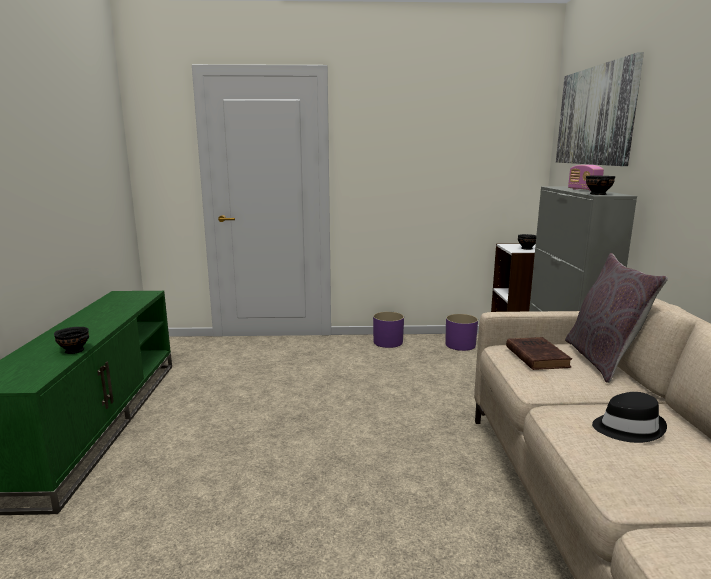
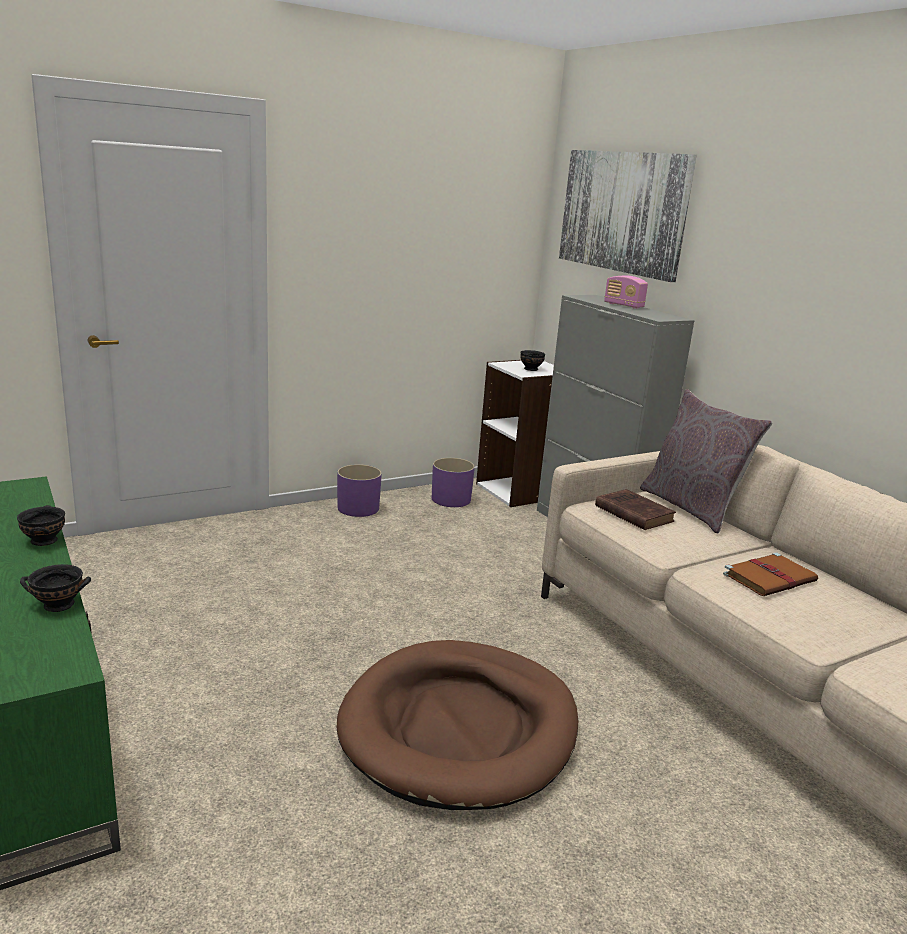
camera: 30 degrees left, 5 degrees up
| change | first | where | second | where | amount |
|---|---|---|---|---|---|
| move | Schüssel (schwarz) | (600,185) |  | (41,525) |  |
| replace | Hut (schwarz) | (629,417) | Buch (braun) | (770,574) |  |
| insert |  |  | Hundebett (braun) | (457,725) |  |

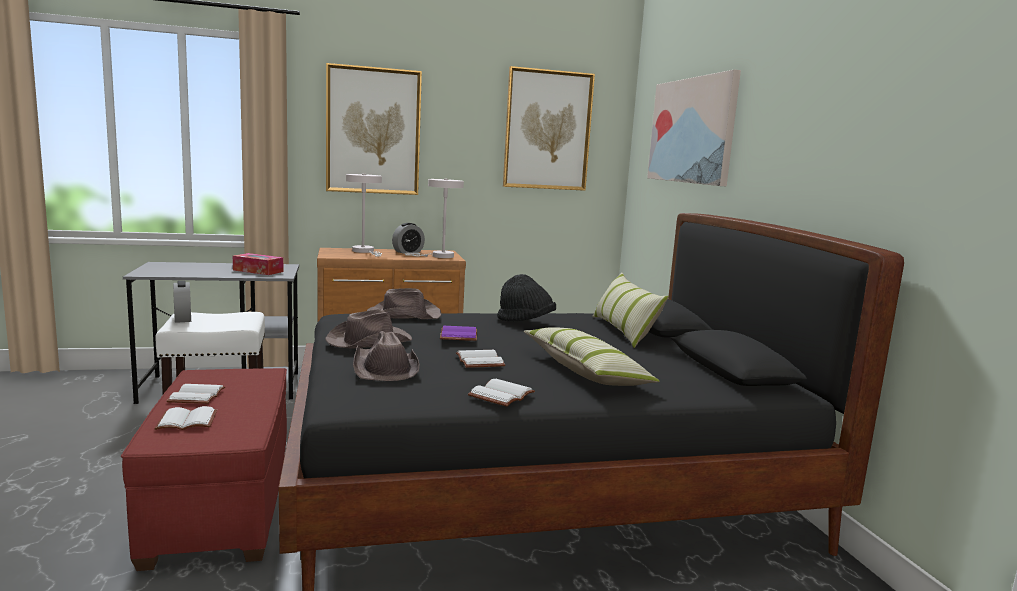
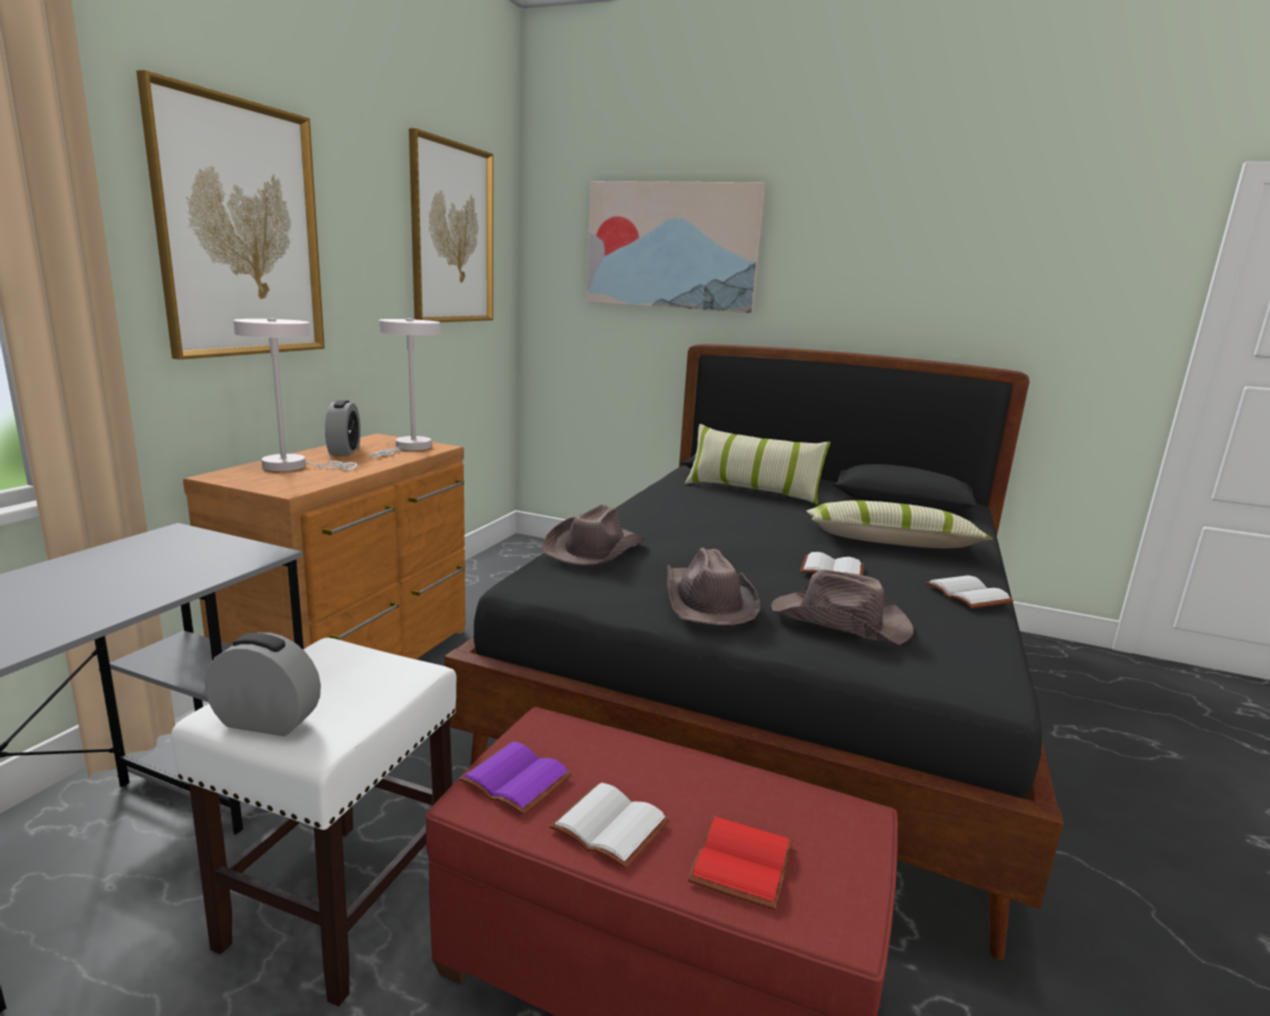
camera: 55 degrees left, 5 degrees up
| change | first | where | second | where | amount |
|---|---|---|---|---|---|
| recolor | Buch (weiß) | (186,418) | Buch (rot) | (740,863) |  |
| delete | Taschentuchbox | (258,264) |  |  |  |
| move | Buch (lila) | (458,333) |  | (515,778) |  |
| delete | Hut (schwarz) | (526,297) |  |  |  |

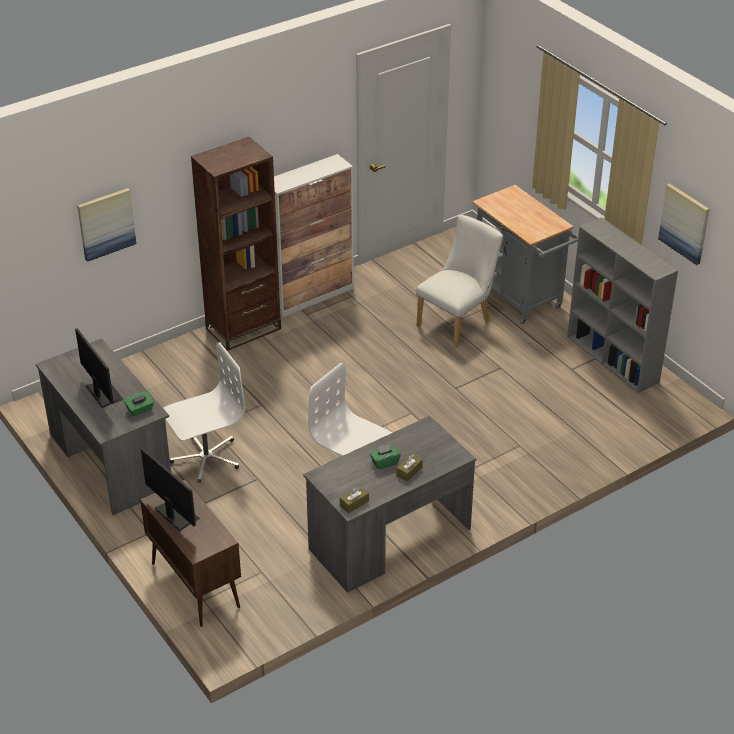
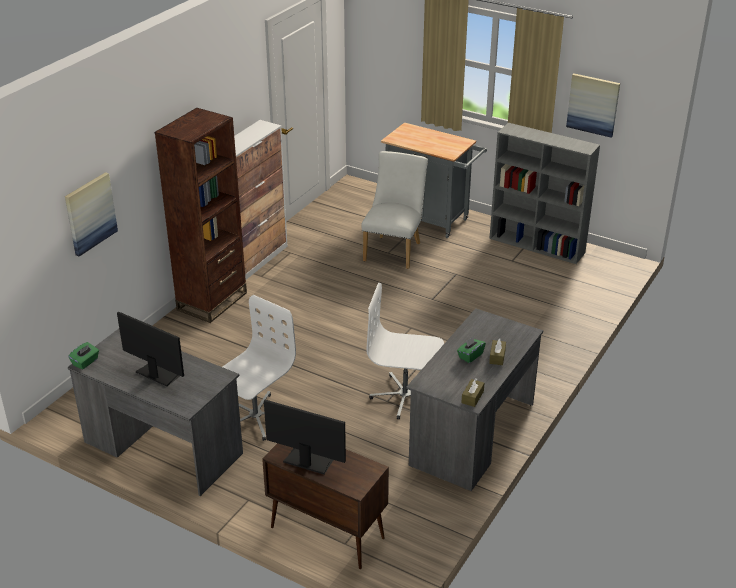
camera: 25 degrees left, 5 degrees down
| change | first | where | second | where | amount |
|---|---|---|---|---|---|
| move | Taschentuchbox (grün) | (139,404) |  | (83,355) |  |

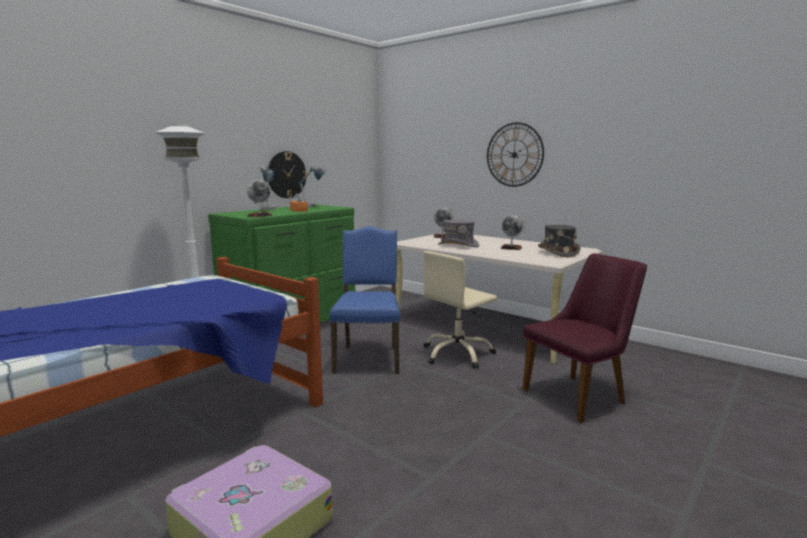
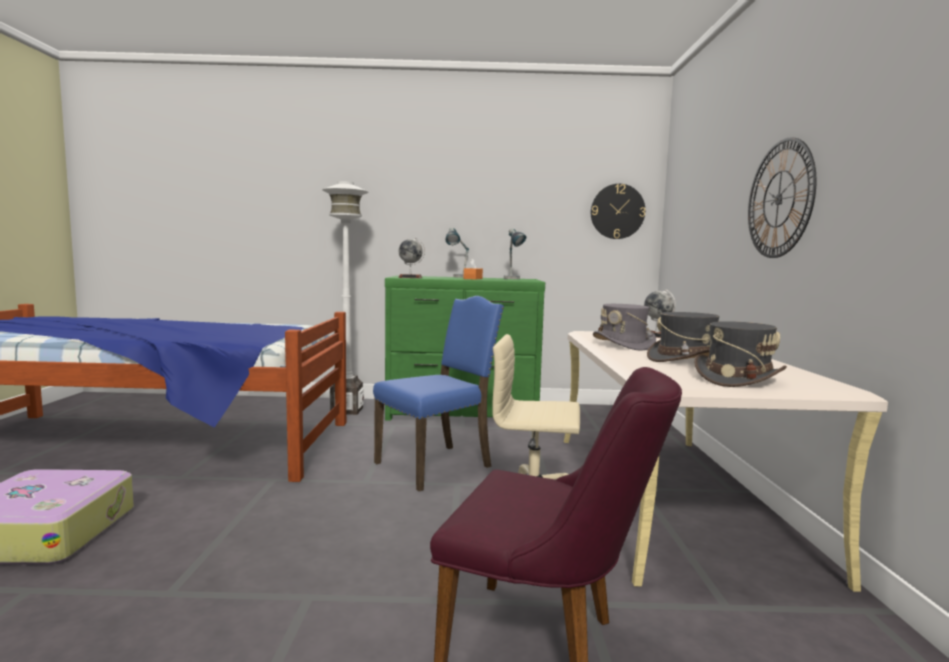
camera: 50 degrees right, 5 degrees down
| change | first | where | second | where | amount |
|---|---|---|---|---|---|
| move | Wanduhr | (287,174) |  | (618,211) |  |
| replace | Globus | (513,232) | Hut (grau) | (683,337) |  |

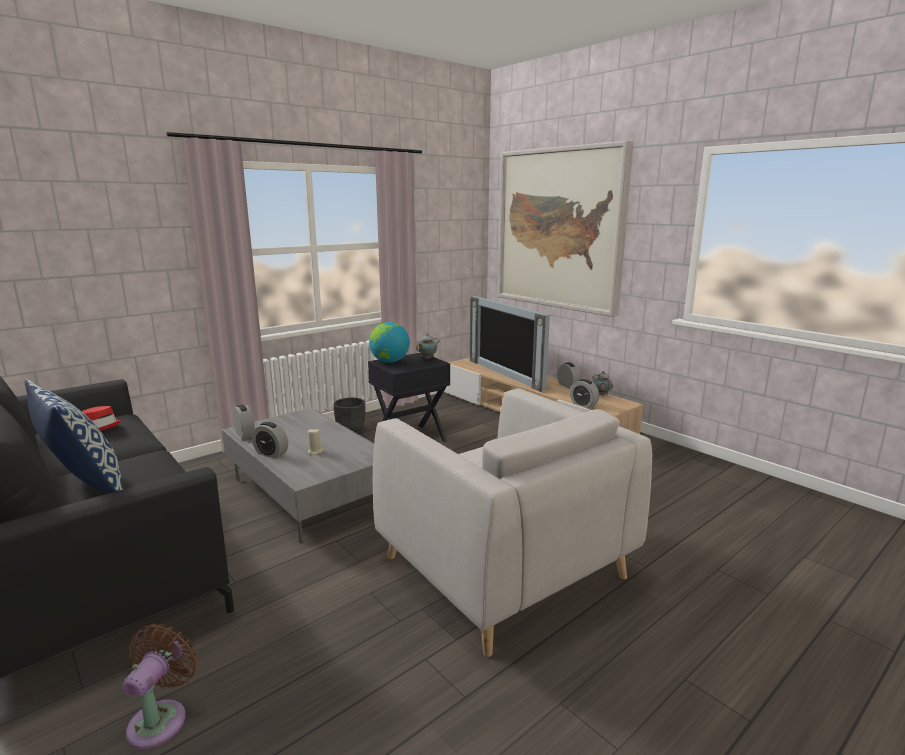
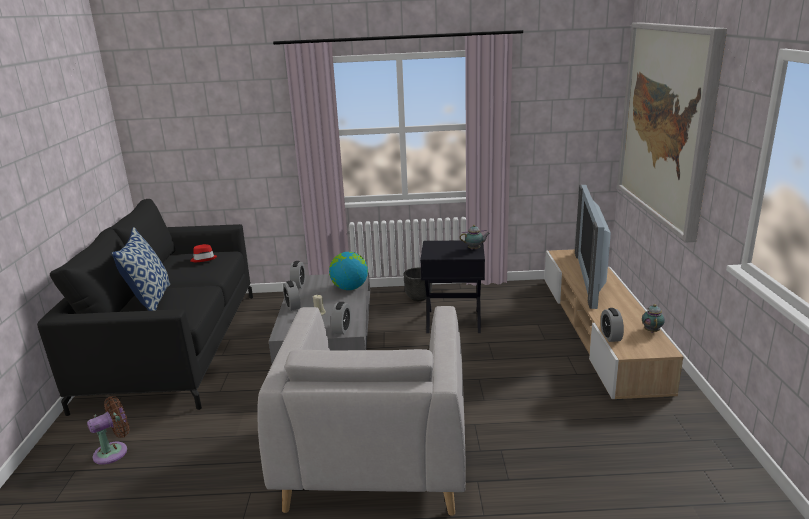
camera: 40 degrees right, 5 degrees up
| change | first | where | second | where | amount |
|---|---|---|---|---|---|
| move | Globus | (389,342) |  | (348,271) |  |
| move | Wecker | (568,375) |  | (341,318) |  |

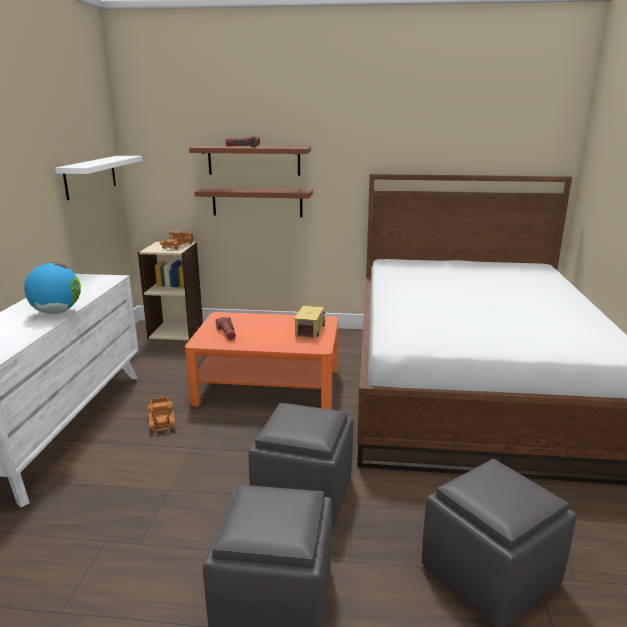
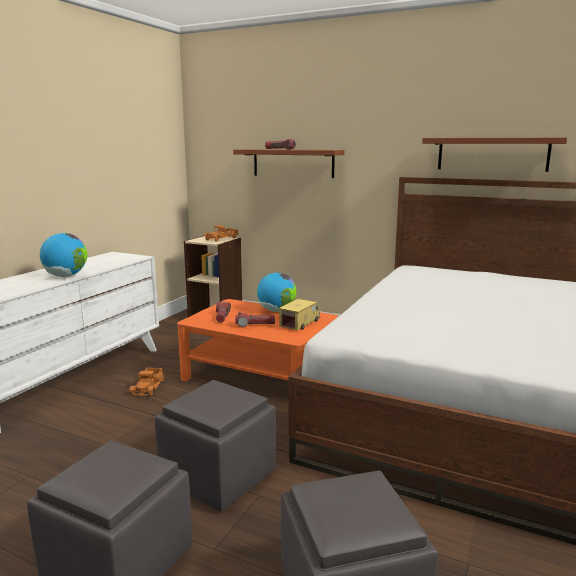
camera: 20 degrees right, 5 degrees down
| change | first | where | second | where | amount |
|---|---|---|---|---|---|
| delete | Wandregal (weiß) | (98,178) |  |  |  |
| move | Wandregal (braun) | (253,202) |  | (494,155) |  |
| insert |  |  | Taschenlampe | (255,319) |  |
| insert |  |  | Globus | (276,292) |  |

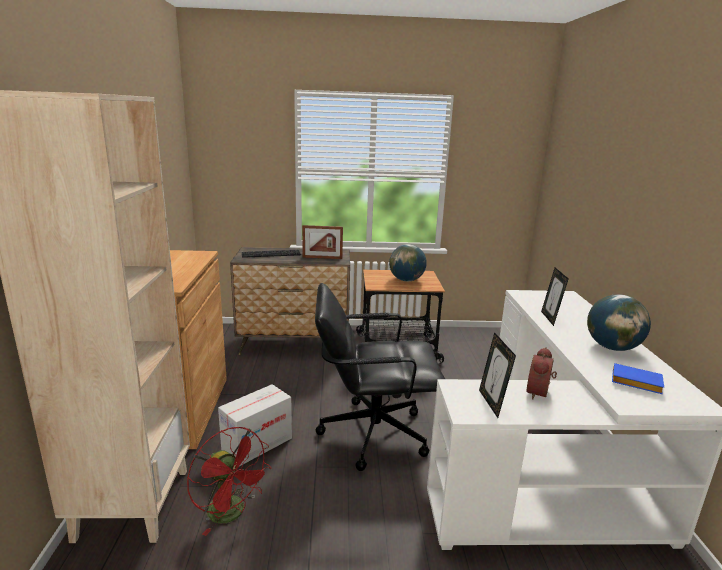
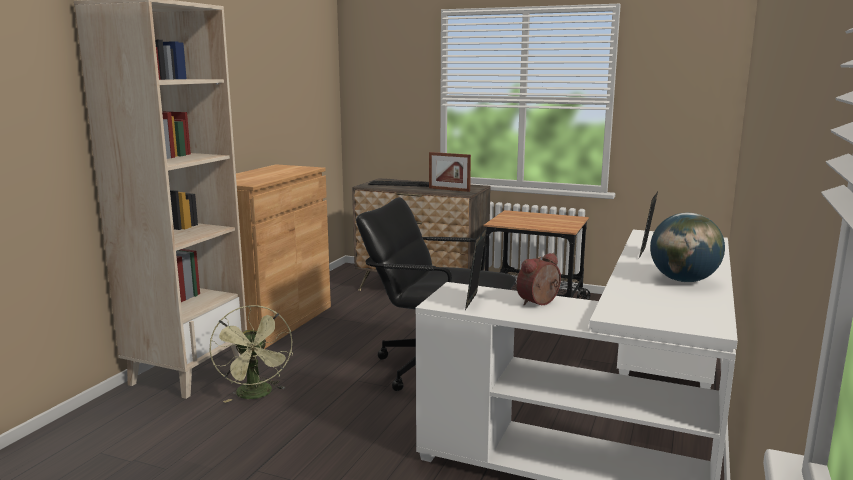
camera: 25 degrees right, 5 degrees down
| change | first | where | second | where | amount |
|---|---|---|---|---|---|
| recolor | Ventilator (rot) | (229,481) | Ventilator (grün) | (251,354) |  |
| delete | Karton | (255,425) |  |  |  |
| delete | Globus | (408,262) |  |  |  |
| delete | Buch (blau) | (638,378) |  |  |  |

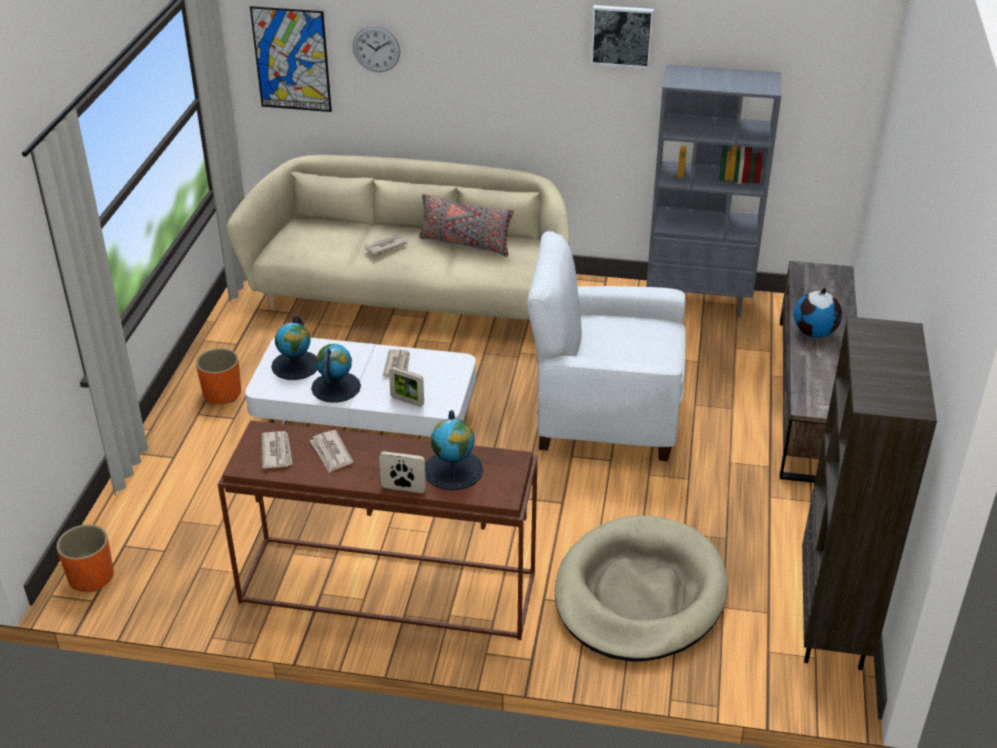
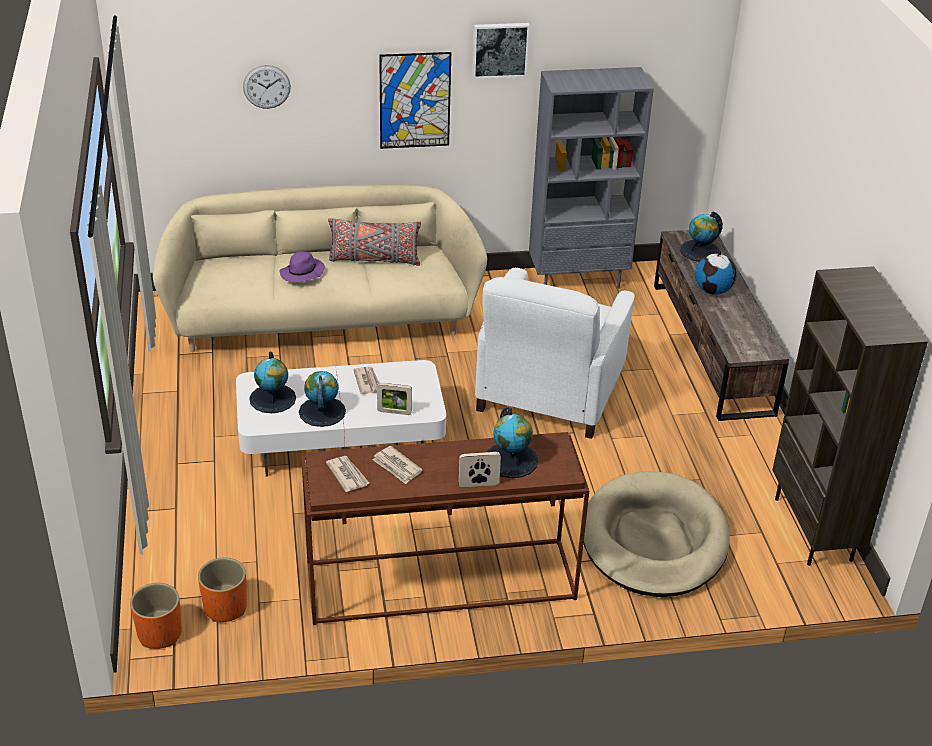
camera: 20 degrees left, 0 degrees up
| change | first | where | second | where | amount |
|---|---|---|---|---|---|
| move | Pflanzkübel (orange) | (218,376) |  | (222,590) |  |
| move | Bild | (291,59) |  | (415,100) |  |
| replace | Zeitung | (386,245) | Hut (lila) | (302,267) |  |
| rotate | Sessel (weiß) | (606,346) |  | (555,353) | 60 degrees counterclockwise |
| insert |  |  | Globus | (701,236) |  |

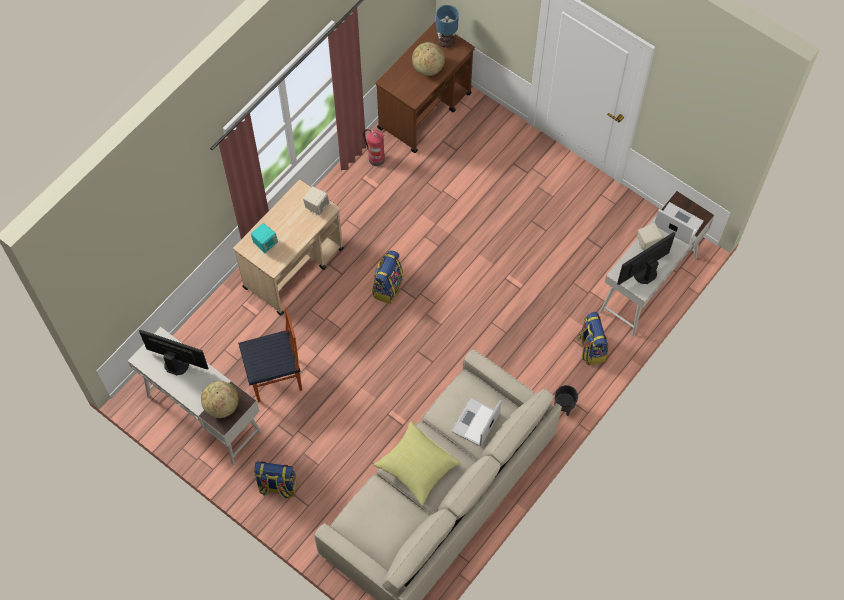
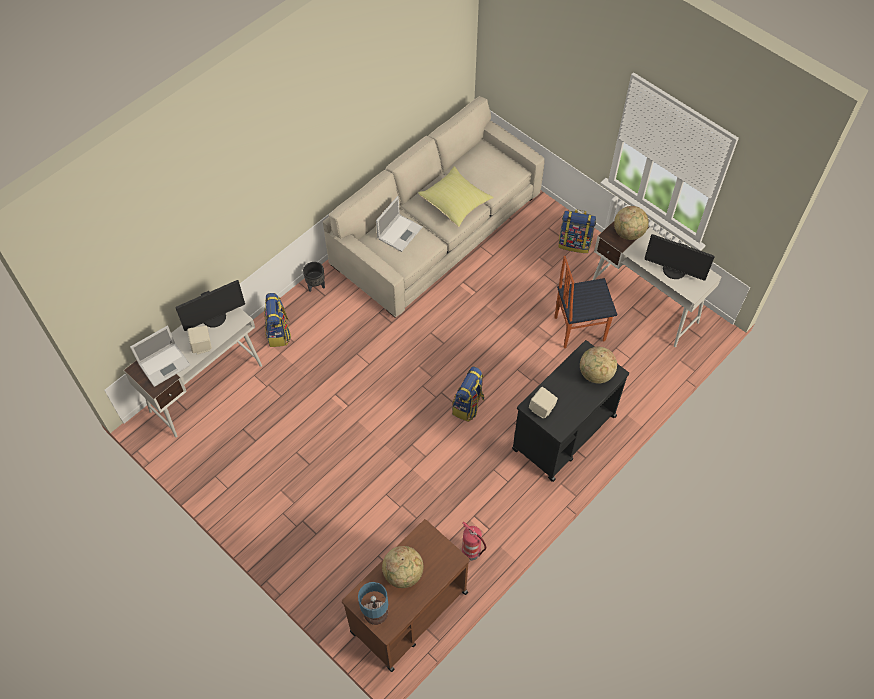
camera: 175 degrees left, 5 degrees down
| change | first | where | second | where | amount |
|---|---|---|---|---|---|
| recolor | Rollwagen (beige) | (288,248) | Rollwagen (schwarz) | (570,411) |  |
| replace | Lautsprecher (türkis) | (264,238) | Globus | (598,365) |  |
| rotate | Laptop | (679,223) |  | (160,356) | 75 degrees counterclockwise |

